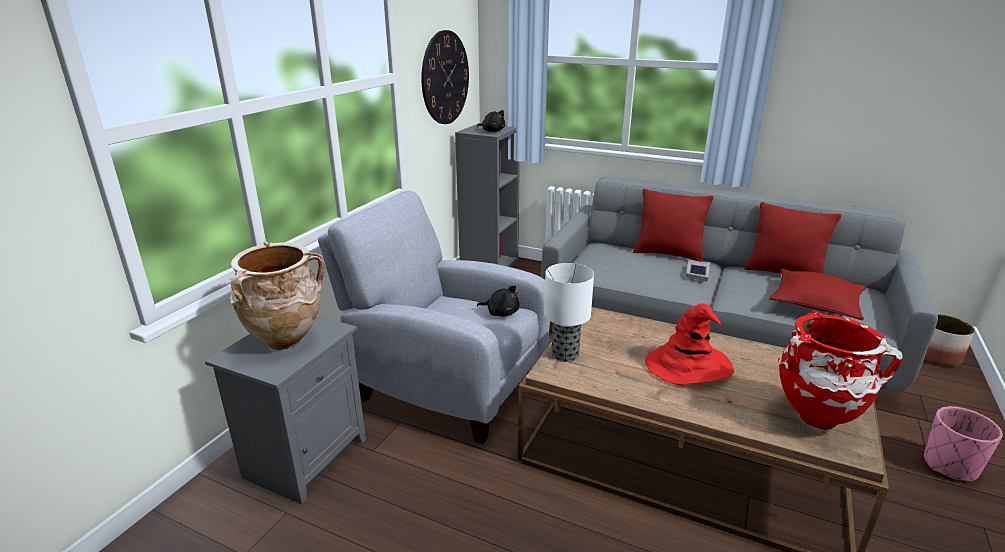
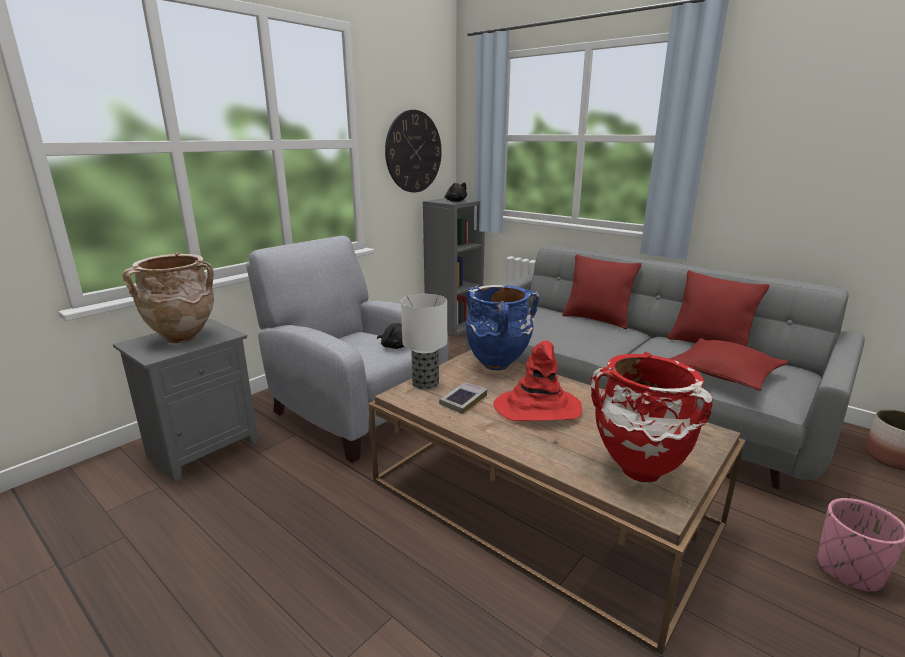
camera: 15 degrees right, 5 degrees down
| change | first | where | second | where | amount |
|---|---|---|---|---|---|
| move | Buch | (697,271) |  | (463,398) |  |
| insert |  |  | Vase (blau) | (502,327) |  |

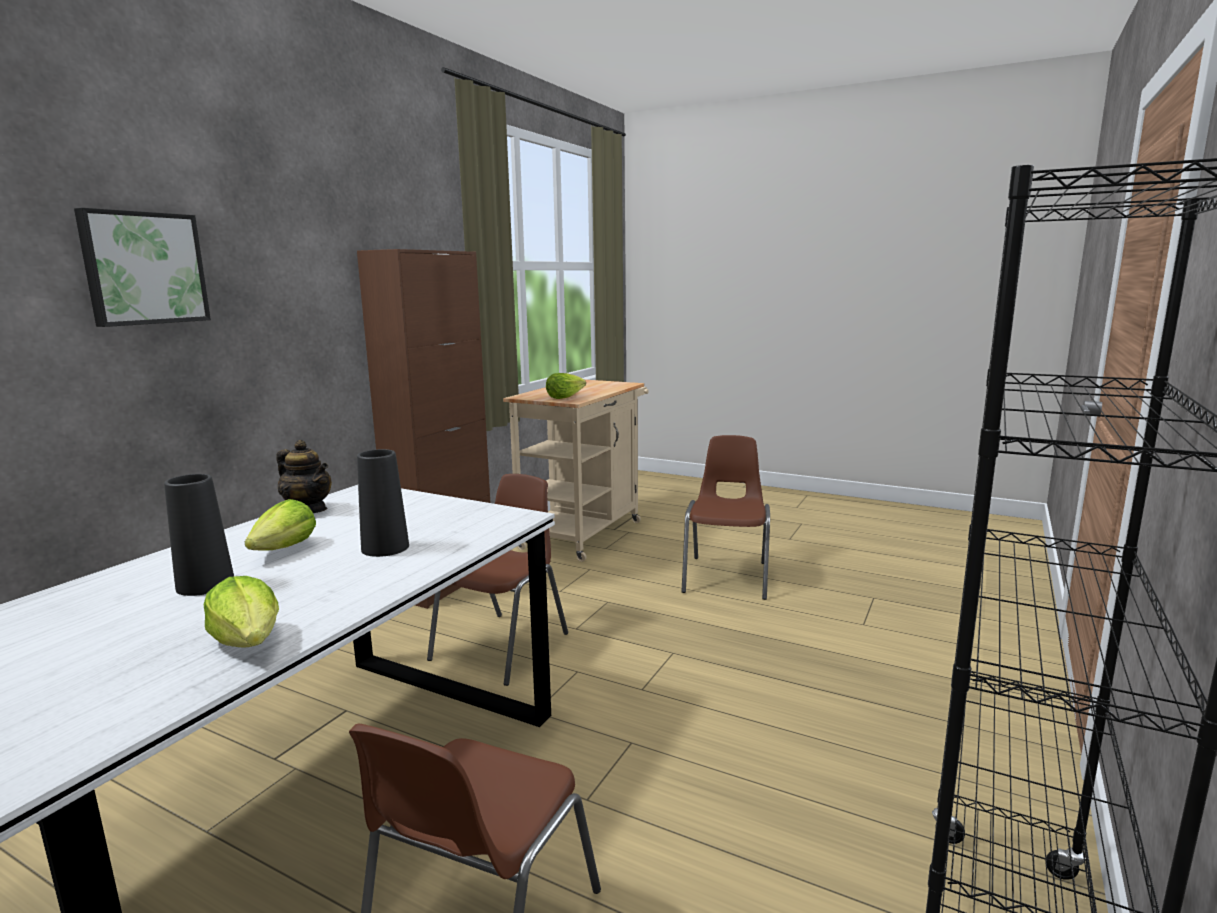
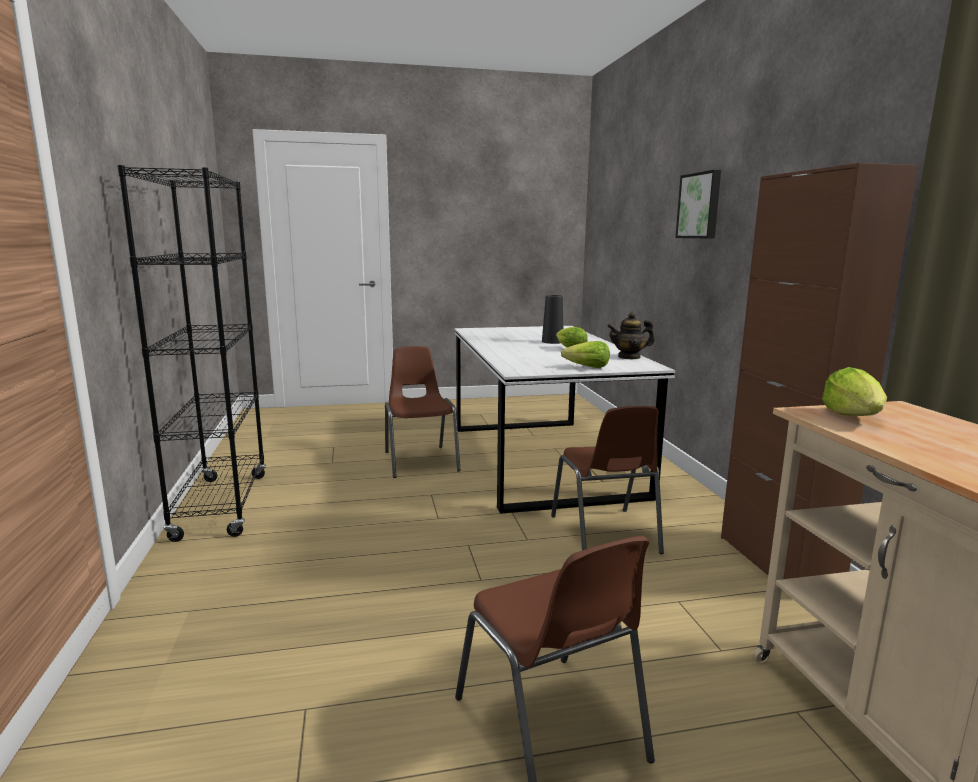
camera: 140 degrees right, 0 degrees up
| change | first | where | second | where | amount |
|---|---|---|---|---|---|
| move | Salatkopf | (241,611) |  | (585,354) |  |
| delete | Vase (schwarz) | (383,503) |  |  |  |

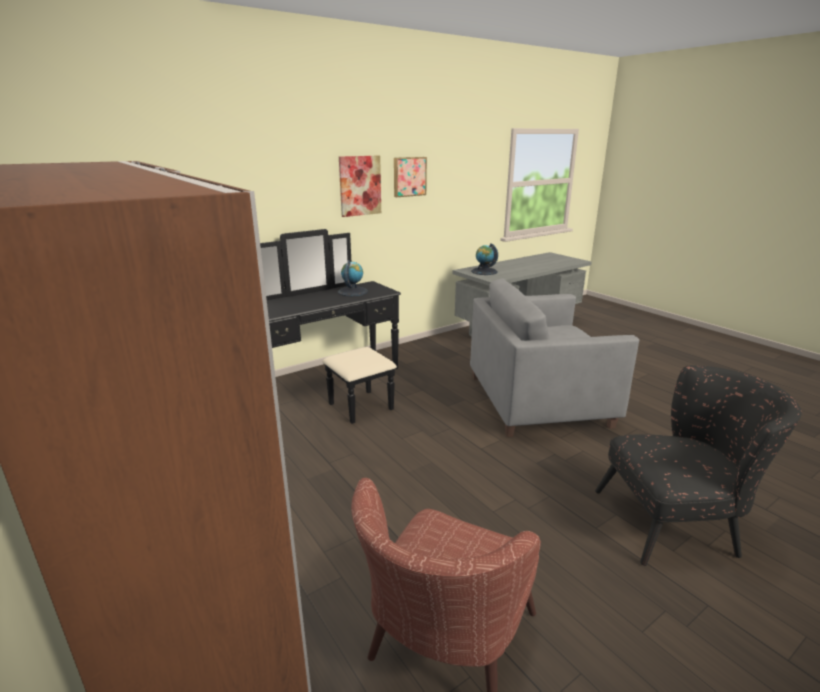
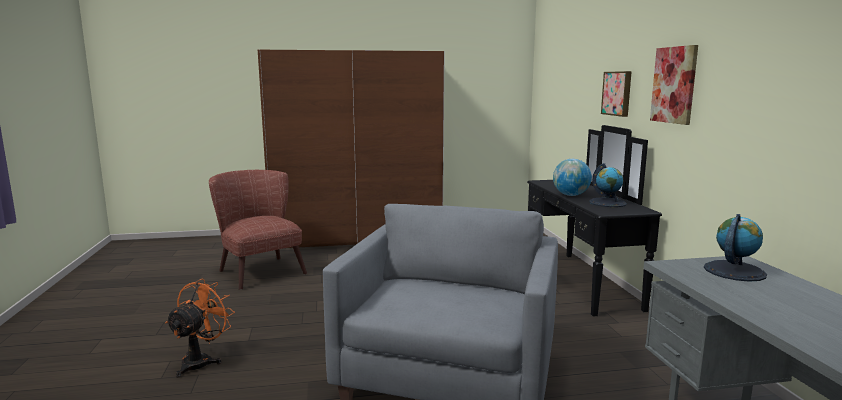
camera: 115 degrees right, 10 degrees down
| change | first | where | second | where | amount |
|---|---|---|---|---|---|
| move | Bild | (410,177) |  | (616,94) |  |
| replace | Sessel (schwarz) | (698,466) | Ventilator (orange) | (200,328) |  |
| insert |  |  | Globus | (572,177) |  |

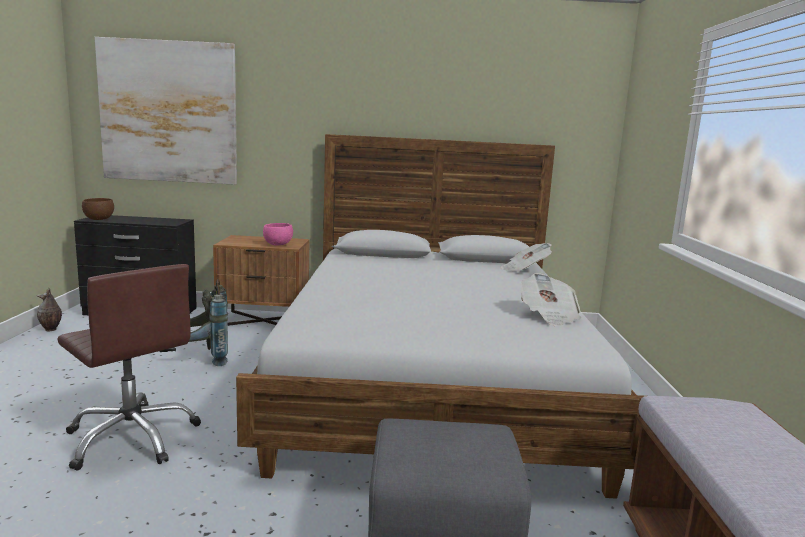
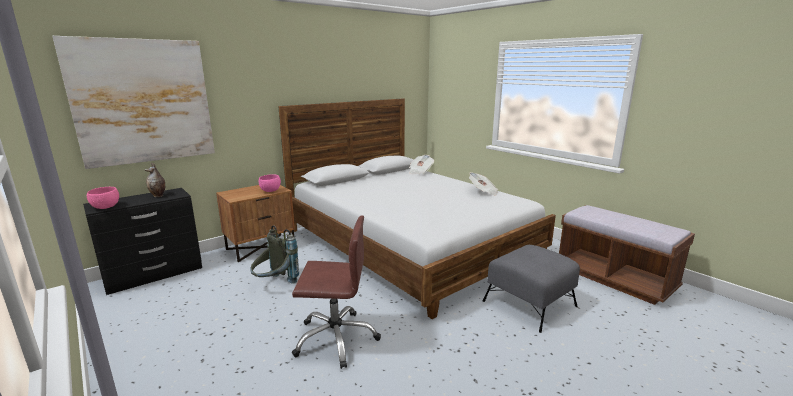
camera: 40 degrees left, 5 degrees up
| change | first | where | second | where | amount |
|---|---|---|---|---|---|
| move | Vase | (49,309) |  | (155,180) |  |
| recolor | Schüssel (braun) | (98,209) | Schüssel (rosa) | (103,198) |  |

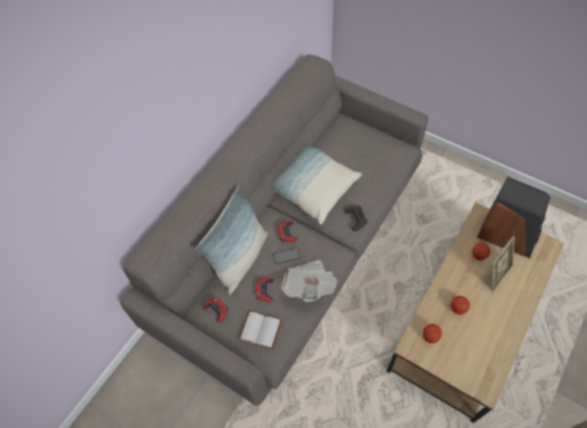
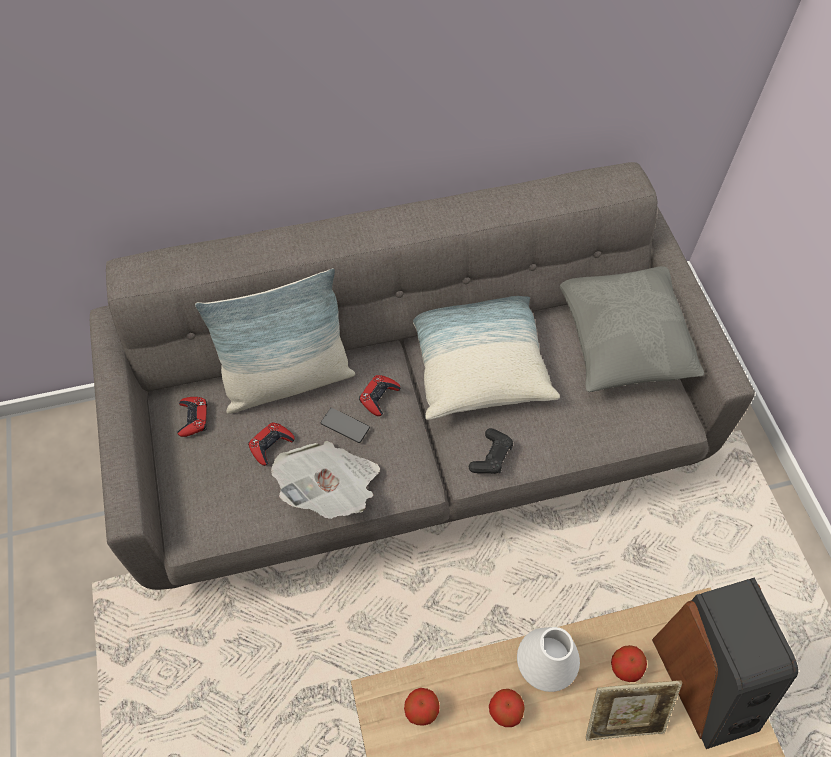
camera: 40 degrees right, 0 degrees up
| change | first | where | second | where | amount |
|---|---|---|---|---|---|
| delete | Buch (weiß) | (260,330) |  |  |  |
| insert |  |  | Vase (weiß) | (548,659) |  |
| insert |  |  | Kissen (grau) | (632,329) |  |

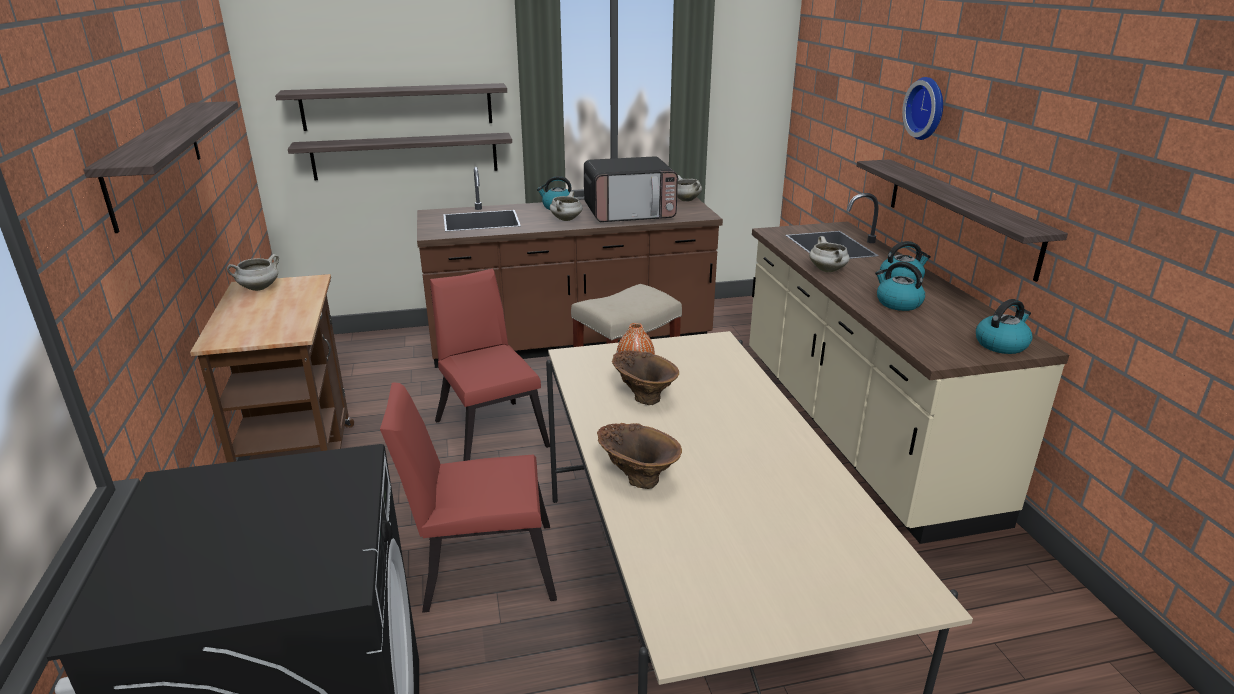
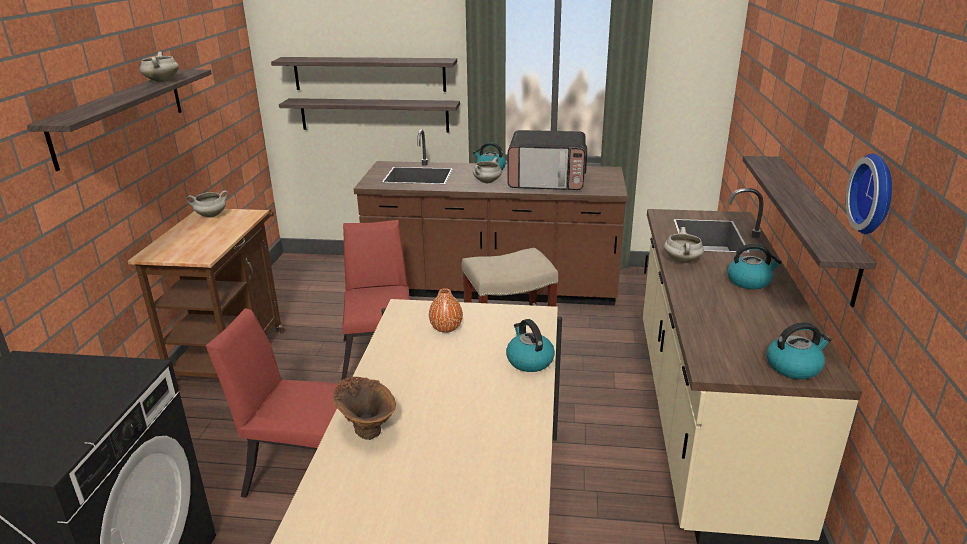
camera: 20 degrees right, 0 degrees up
| change | first | where | second | where | amount |
|---|---|---|---|---|---|
| delete | Vase (braun) | (645,377) |  |  |  |
| move | Kochtopf (weiß) | (689,188) |  | (159,66) |  |
| move | Wasserkessel | (900,286) |  | (530,345) |  |
| move | Wanduhr | (922,108) |  | (869,193) |  |

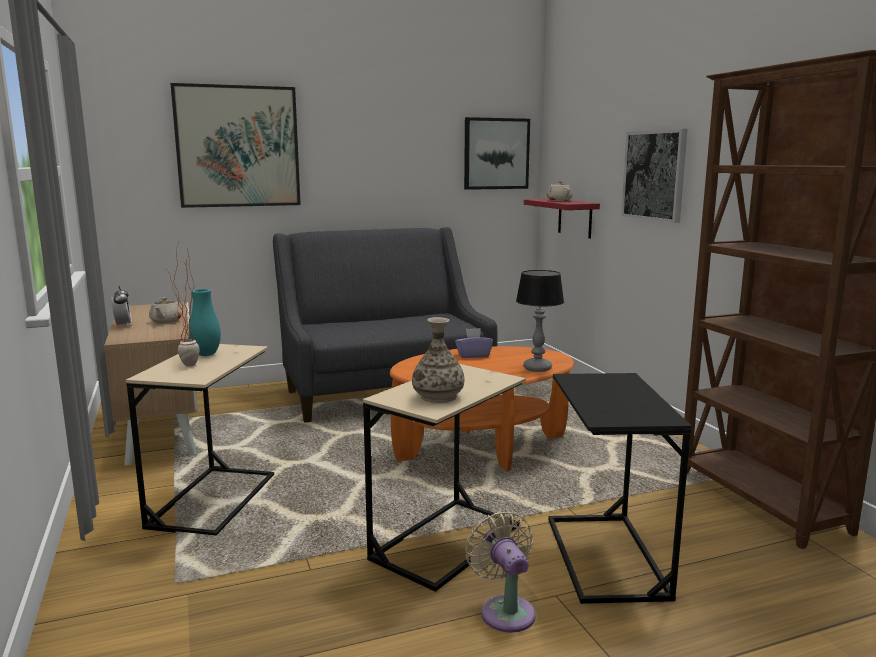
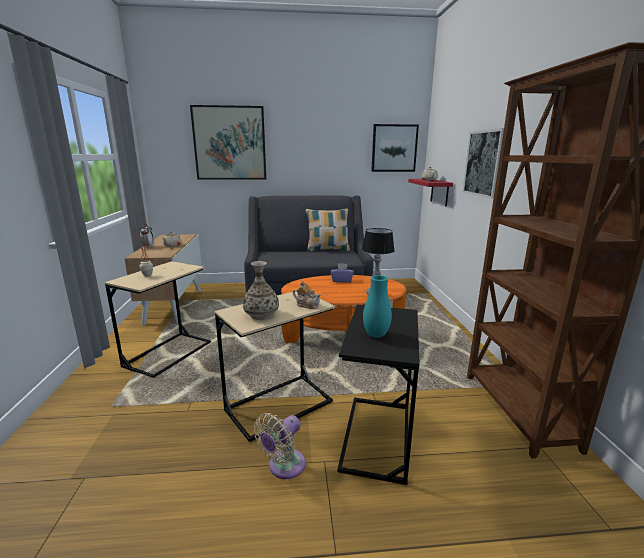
camera: 15 degrees right, 5 degrees up
| change | first | where | second | where | amount |
|---|---|---|---|---|---|
| move | Vase (türkis) | (205,322) |  | (377,306) |  |
| rotate | Ventilator (beige) | (500,572) |  | (280,446) | 135 degrees counterclockwise |
| insert |  |  | Teekanne | (307,295) |  |
| insert |  |  | Kissen | (328,230) |  |

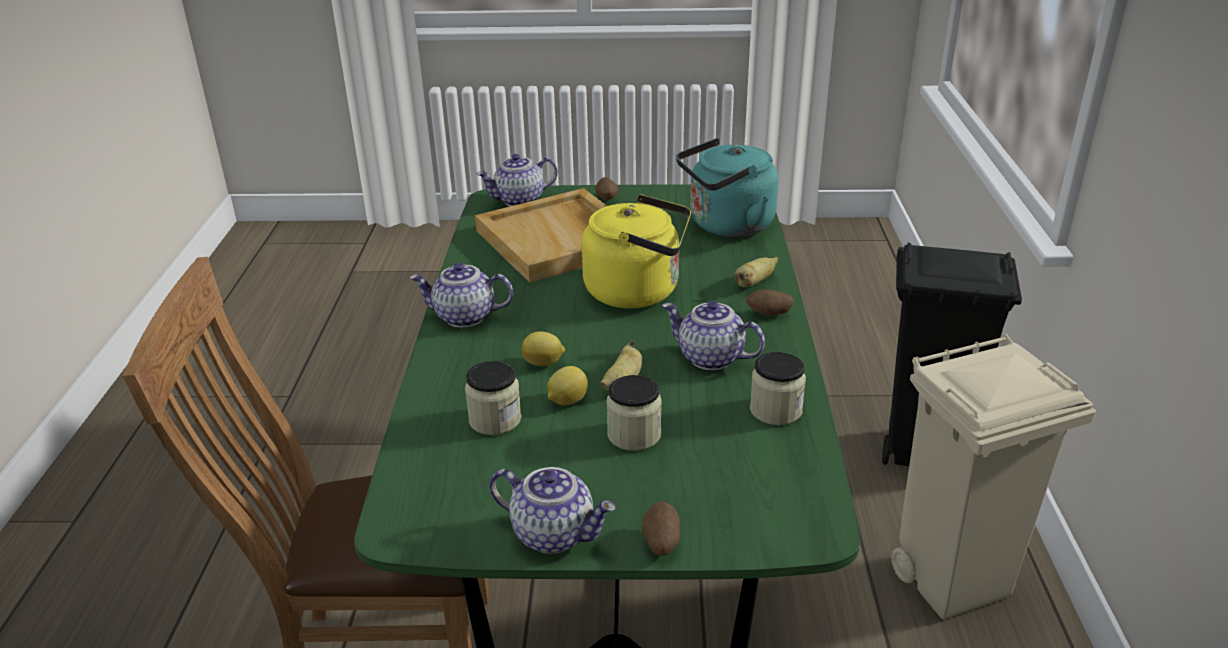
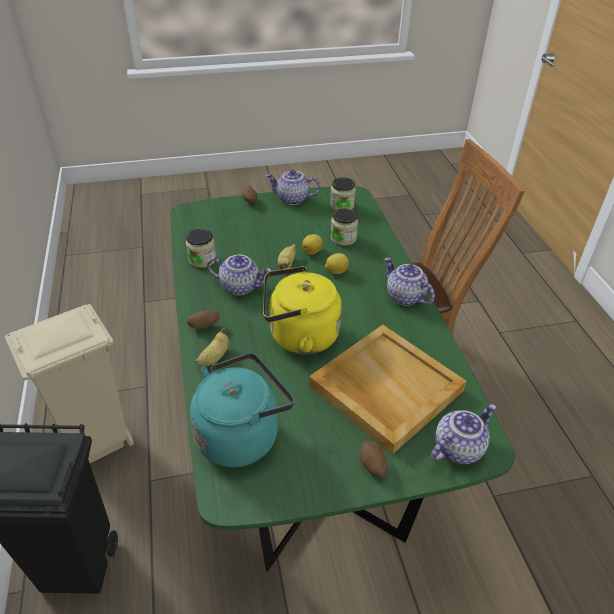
camera: 165 degrees right, 10 degrees up
| change | first | where | second | where | amount |
|---|---|---|---|---|---|
| rotate | Teekanne | (461,295) |  | (409,282) | 120 degrees counterclockwise |
| move | Vorratsglas | (634,413) |  | (343,193) |  |

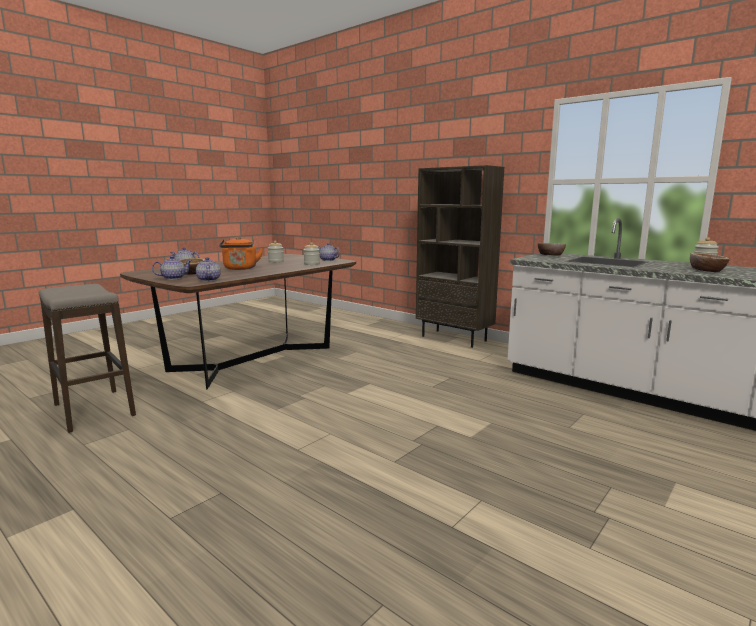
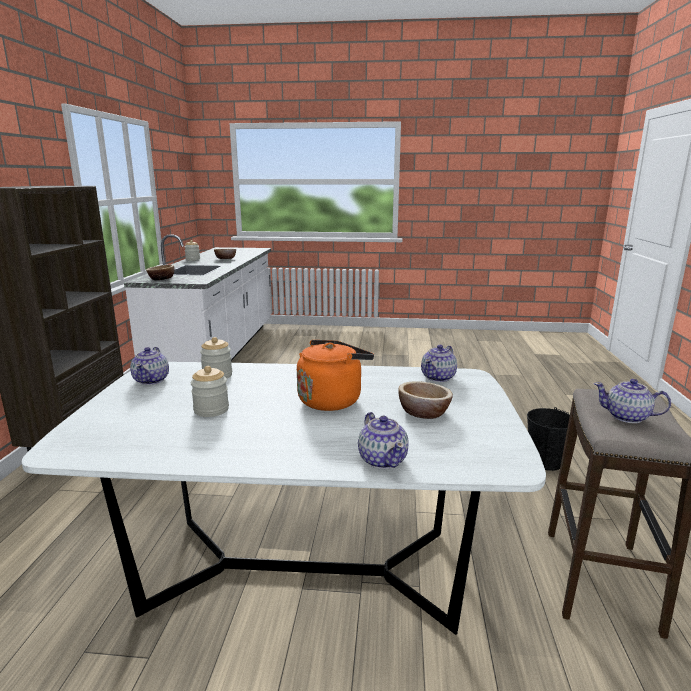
camera: 125 degrees left, 5 degrees up
| change | first | where | second | where | amount |
|---|---|---|---|---|---|
| recolor | Esstisch (braun) | (238,321) | Esstisch (weiß) | (284,498) |  |
| move | Teekanne | (172,268) |  | (632,401) |  |
| insert |  |  | Eimer (schwarz) | (548,439) |  |

